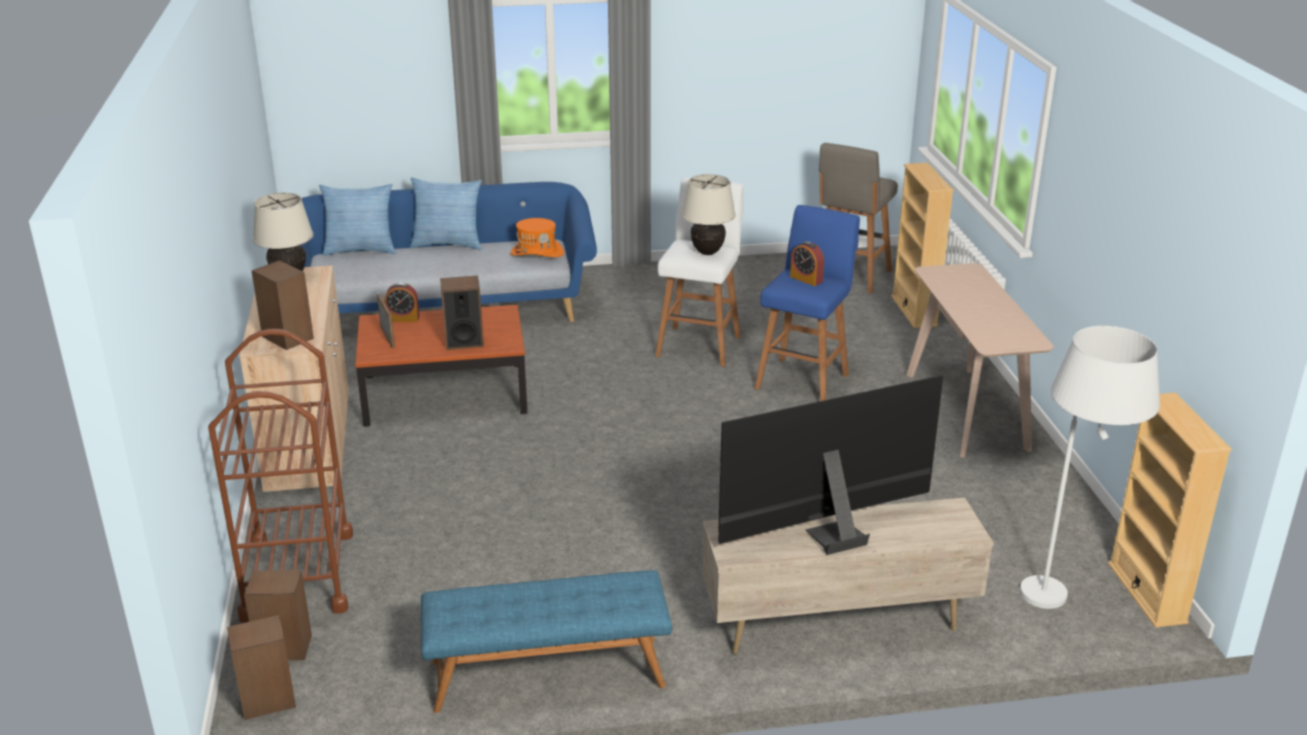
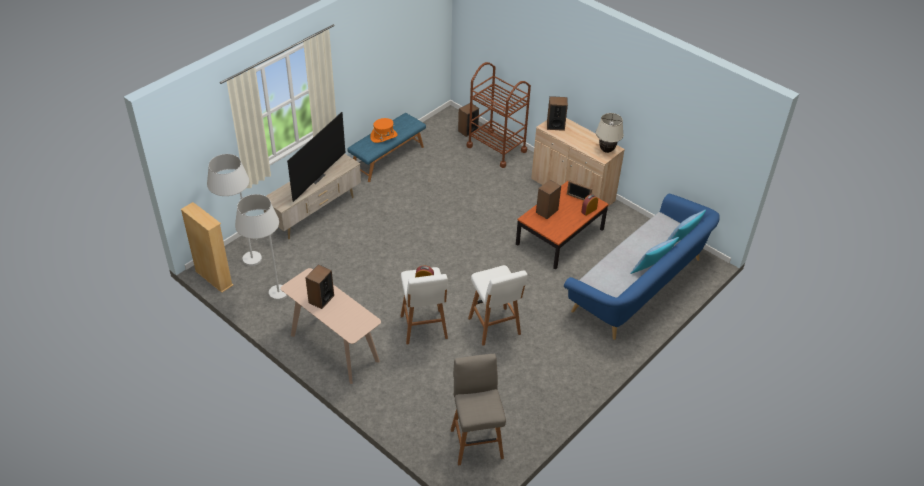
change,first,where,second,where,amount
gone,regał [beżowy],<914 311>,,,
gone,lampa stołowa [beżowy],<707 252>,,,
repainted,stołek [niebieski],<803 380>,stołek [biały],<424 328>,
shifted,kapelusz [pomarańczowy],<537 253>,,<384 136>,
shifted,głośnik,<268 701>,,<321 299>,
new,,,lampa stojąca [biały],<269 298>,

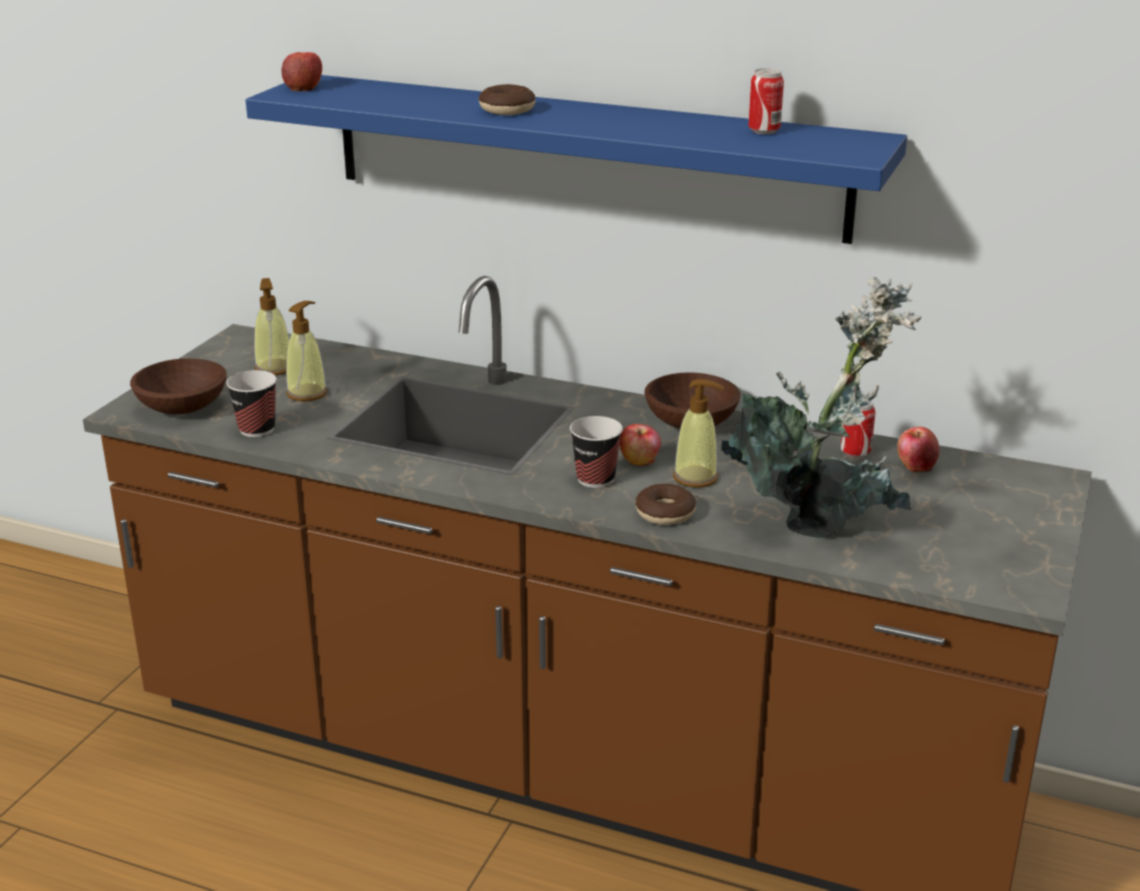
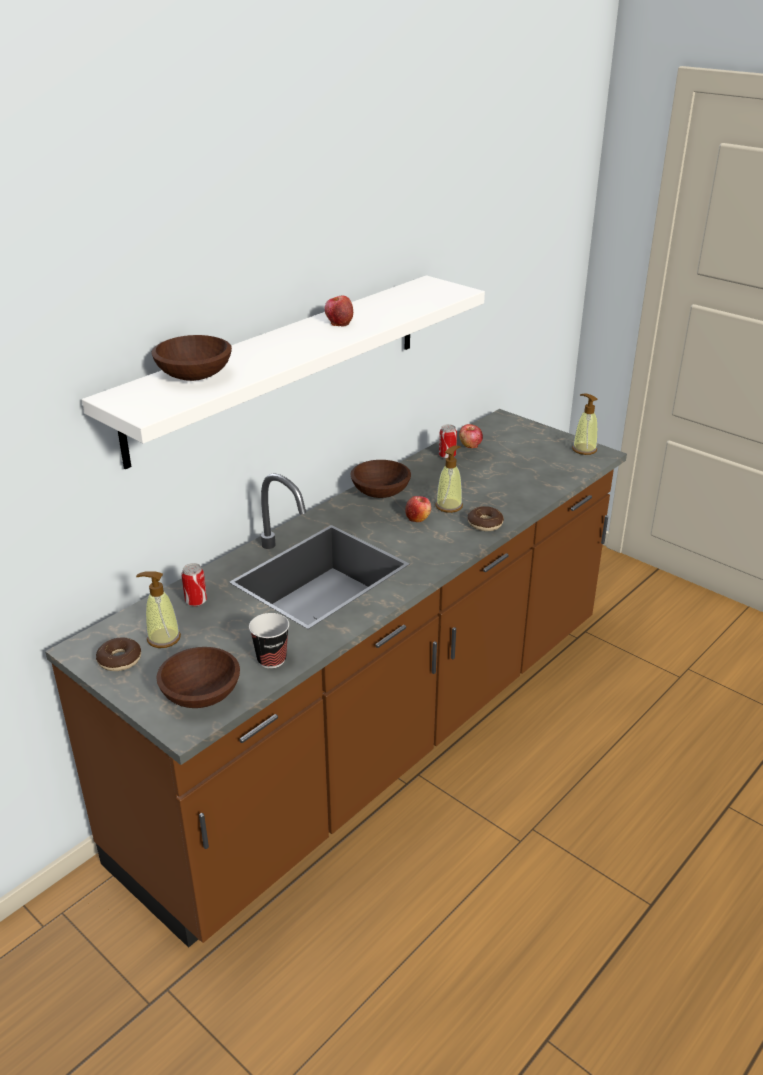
change,first,where,second,where,amount
shifted,jabłko,<303 87>,,<339 322>,
shifted,puszka,<764 131>,,<196 601>,
repainted,półka [niebieski],<584 155>,półka [biały],<281 364>,
shifted,donut,<507 110>,,<119 660>,
gone,roślina doniczkowa,<817 521>,,,
shifted,dozownik mydła,<307 393>,,<584 449>,
gone,filiżanka,<595 479>,,,
new,,,miska [brązowy],<193 376>,

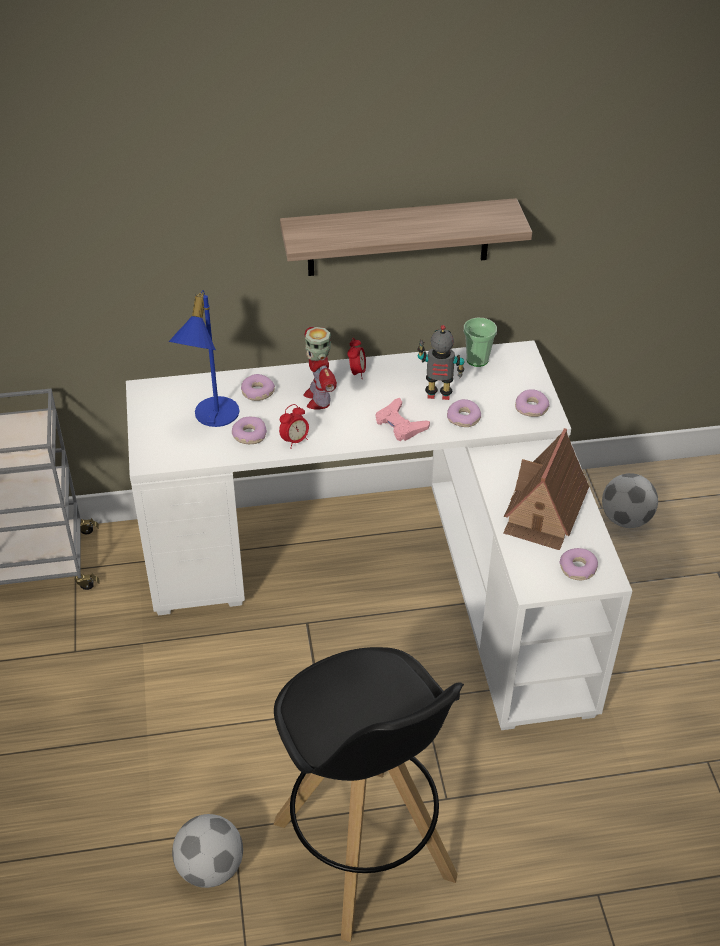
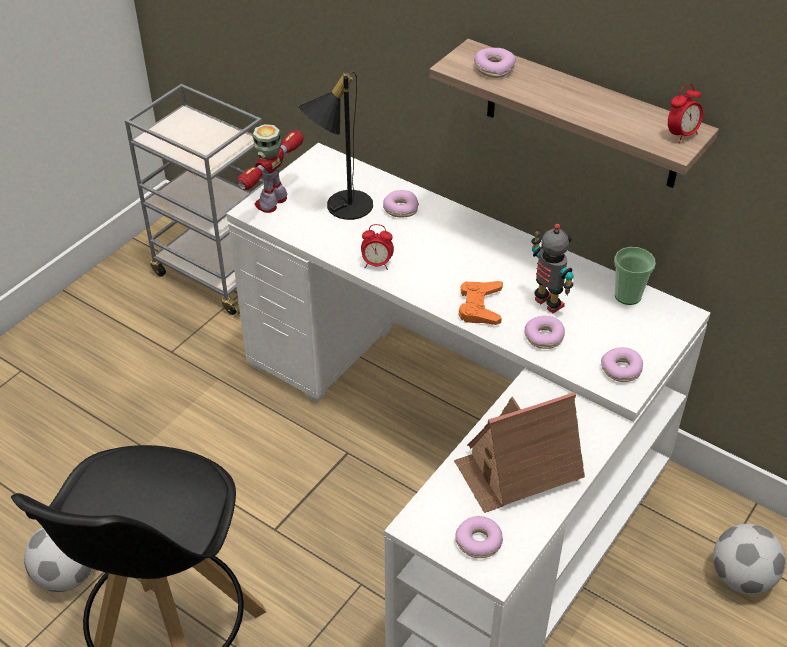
change,first,where,second,where,amount
repainted,lampa stołowa [niebieski],<211 417>,lampa stołowa [czarny],<340 206>,
shifted,robot zabawkowy,<318 398>,,<272 202>,
shifted,budzik,<357 372>,,<681 135>,
repainted,pad do gier [różowy],<400 424>,pad do gier [pomarańczowy],<480 306>,
shifted,donut,<249 435>,,<493 68>,

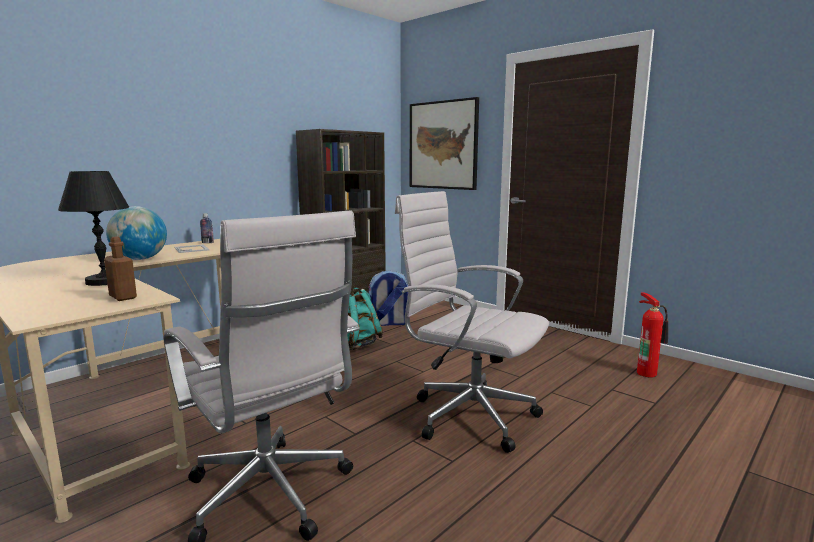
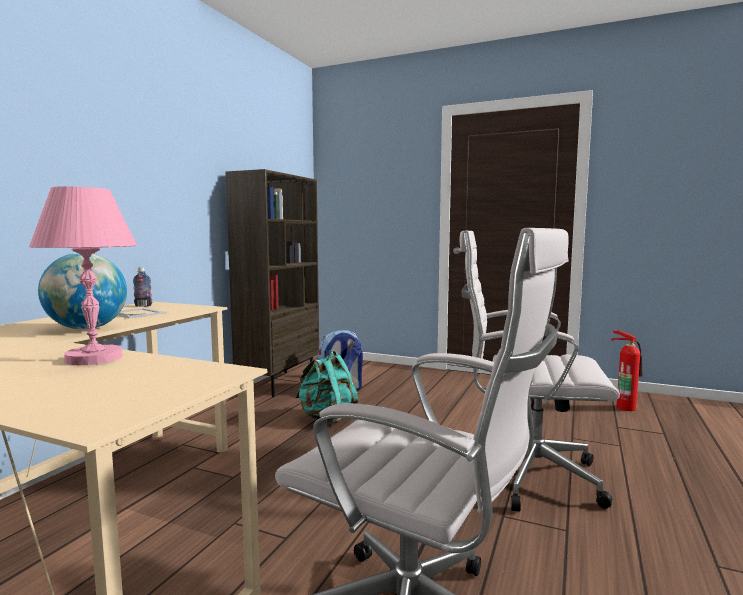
change,first,where,second,where,amount
gone,obraz,<443 145>,,,
repainted,lampa stołowa [czarny],<104 281>,lampa stołowa [różowy],<93 358>,
gone,butelka [brązowy],<123 297>,,,

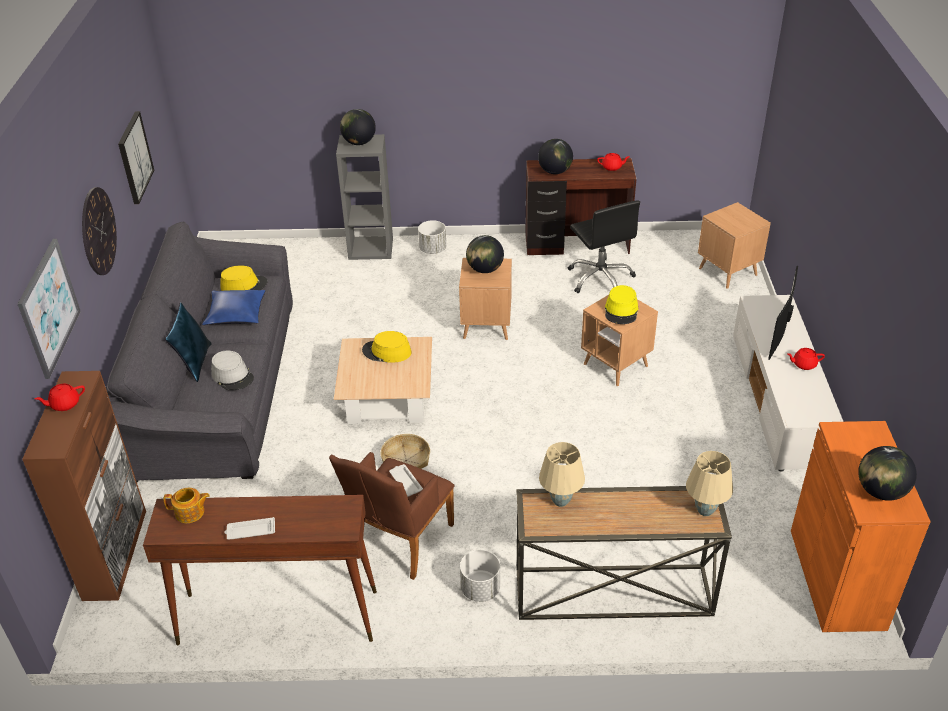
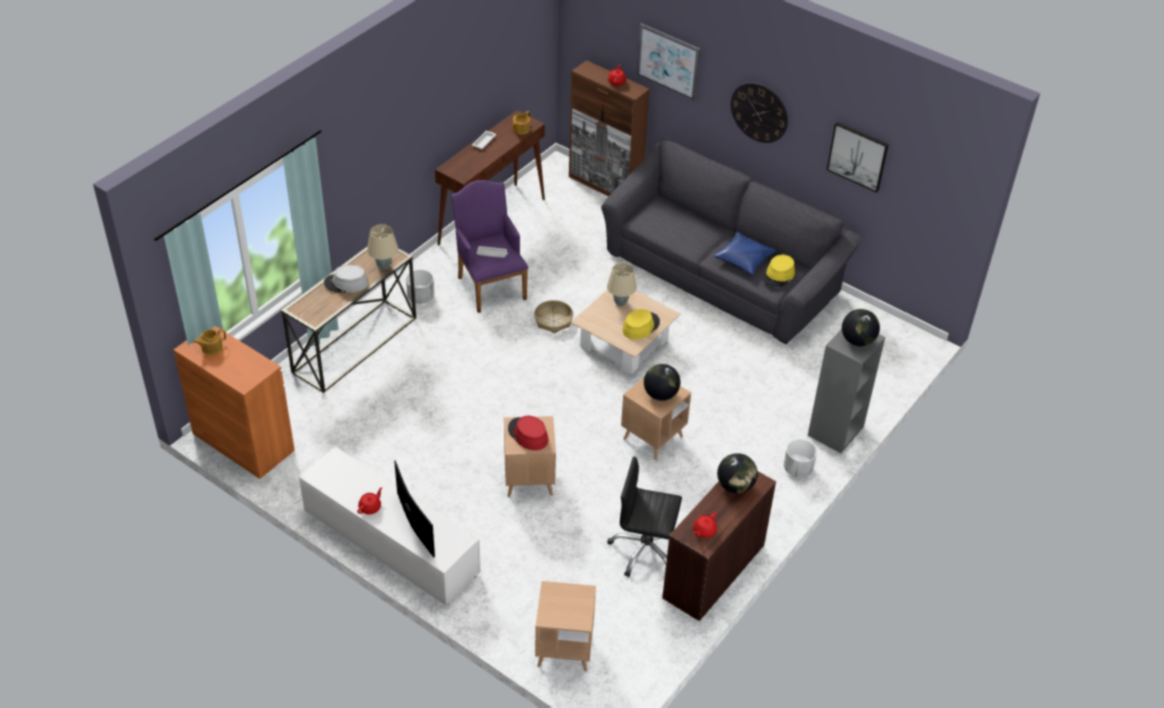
change,first,where,second,where,amount
repainted,kapelusz [żółty],<621 311>,kapelusz [czerwony],<527 434>,
gone,poduszka [niebieski],<194 362>,,,
shifted,kapelusz [szary],<233 376>,,<346 283>,
swapped,globus,<881 491>,imbryk,<211 347>,
shifted,lampa stołowa [beżowy],<705 510>,,<620 303>,
repainted,fotel [brązowy],<399 543>,fotel [fioletowy],<490 285>,

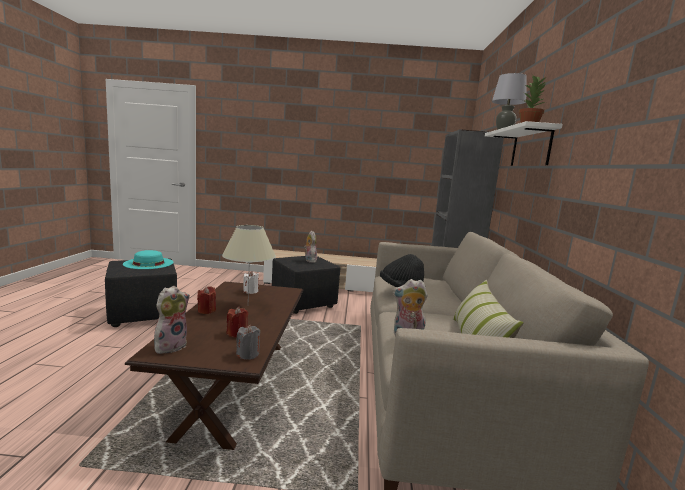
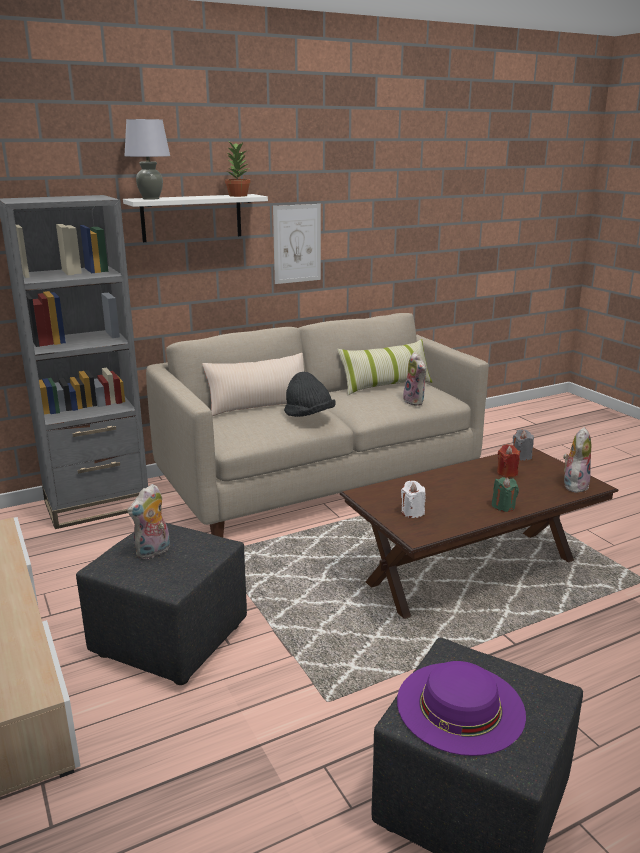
change,first,where,second,where,amount
gone,lampa stołowa [beżowy],<248 305>,,,
repainted,kapelusz [turkusowy],<148 263>,kapelusz [fioletowy],<460 706>,
rotated,pluszak,<171 346>,,<574 485>,120 degrees clockwise
repainted,świeca [czerwony],<207 311>,świeca [zielony],<503 506>,
new,,,obraz,<297 243>,
new,,,poduszka [beżowy],<258 405>,

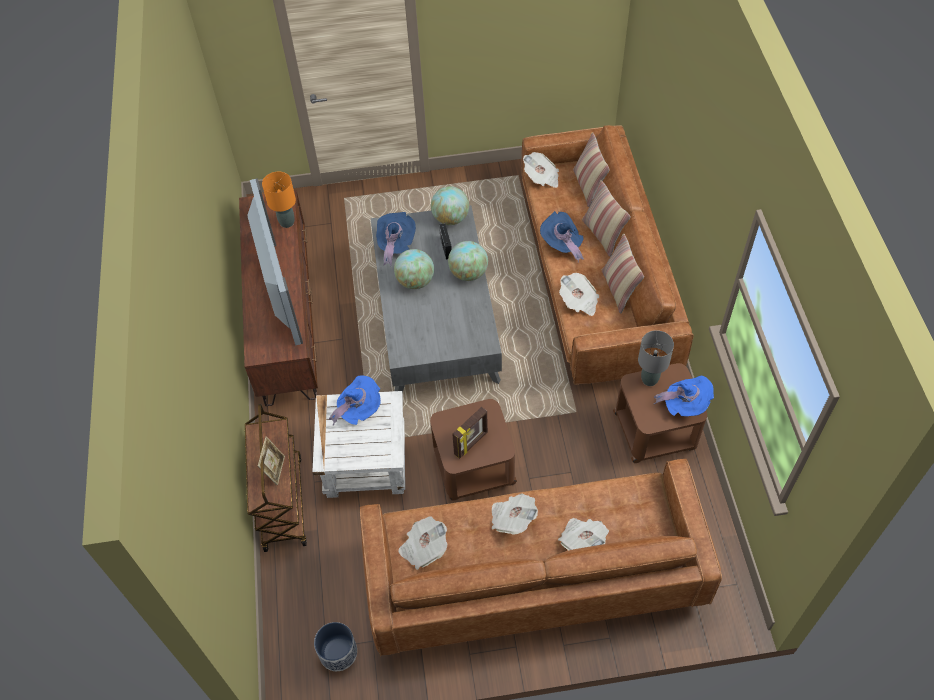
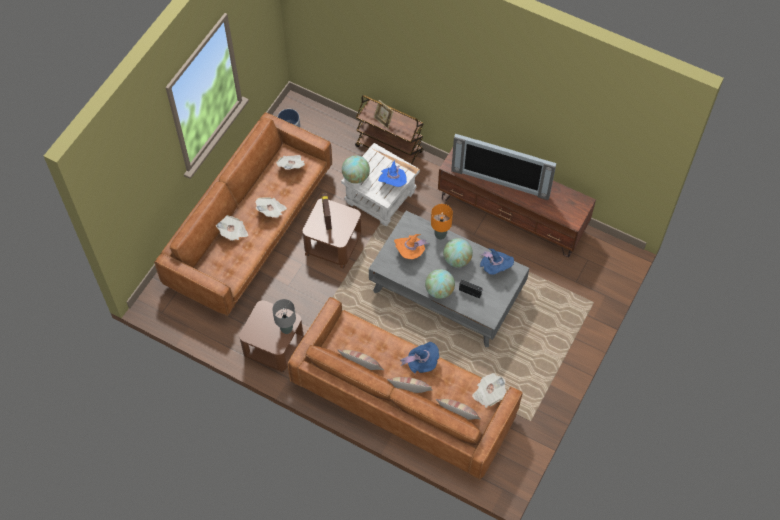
change,first,where,second,where,amount
shifted,lampa stołowa [pomarańczowy],<287 222>,,<440 235>,
shifted,globus,<450 218>,,<356 177>,
gone,gazeta,<579 301>,,,
gone,kapelusz [niebieski],<685 405>,,,
new,,,kapelusz [pomarańczowy],<410 252>,

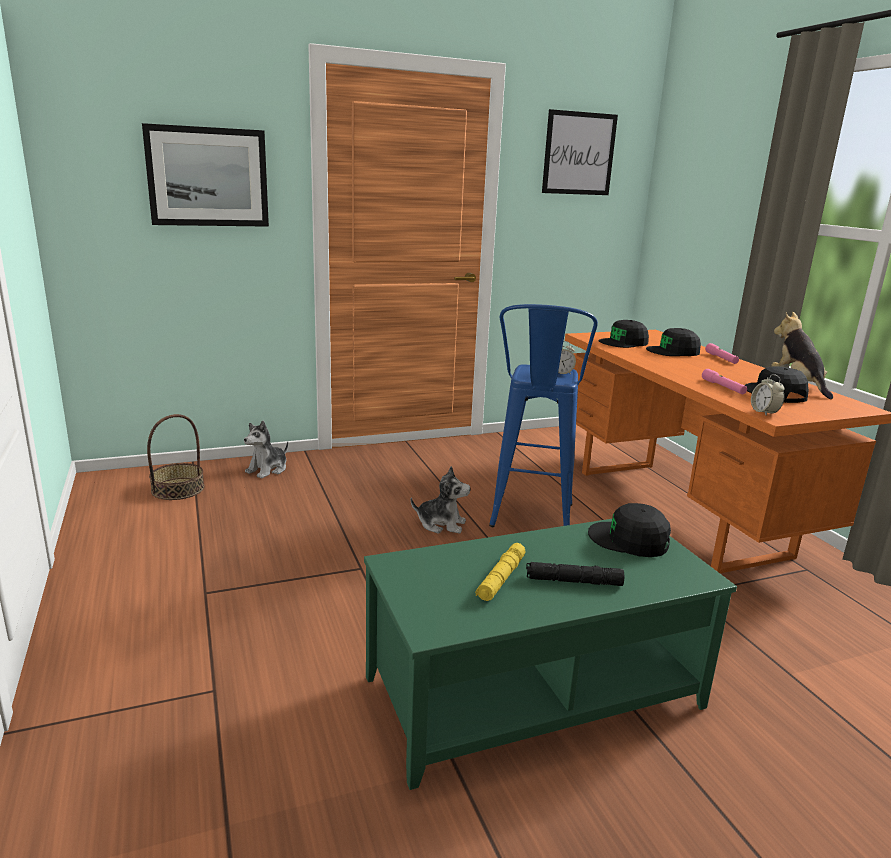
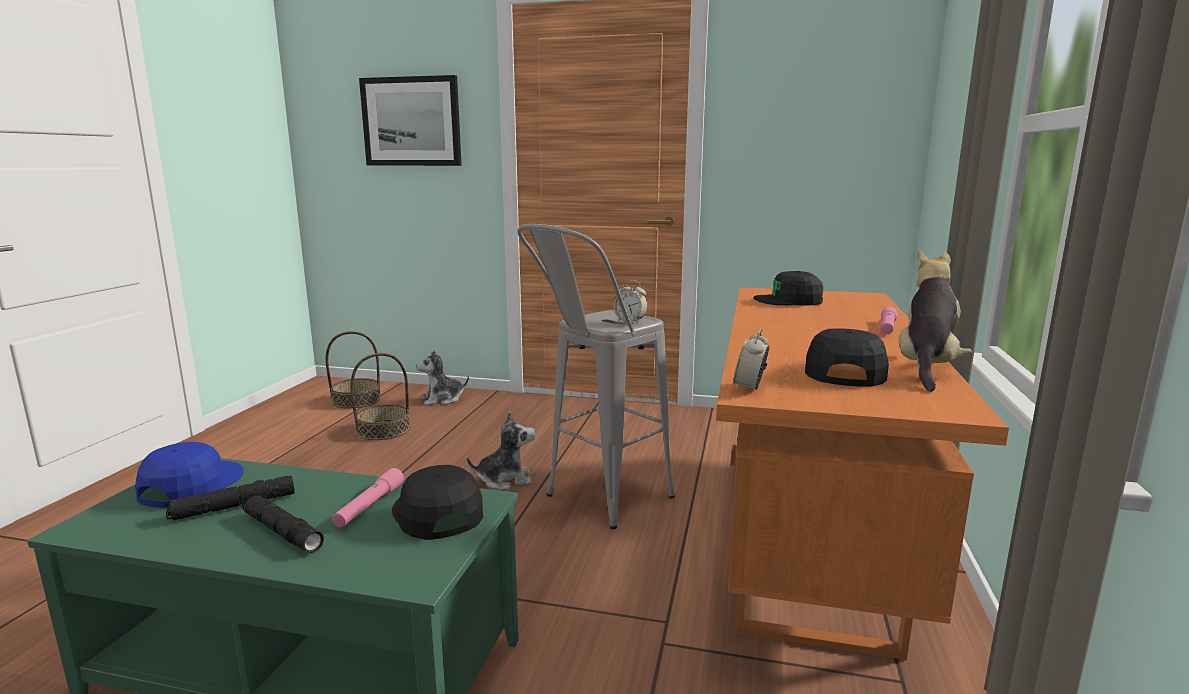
change,first,where,second,where,amount
gone,obraz,<579 153>,,,
repainted,stołek [niebieski],<530 523>,stołek [szary],<596 503>,
gone,czapka z daszkiem [czarny],<673 351>,,,
shifted,latarka [różowy],<723 387>,,<369 506>,
rotated,pluszak,<441 524>,,<505 480>,60 degrees counterclockwise
repainted,latarka [żółty],<501 579>,latarka [czarny],<233 507>,
new,,,koszyk,<383 430>,
new,,,czapka z daszkiem [niebieski],<191 485>,

